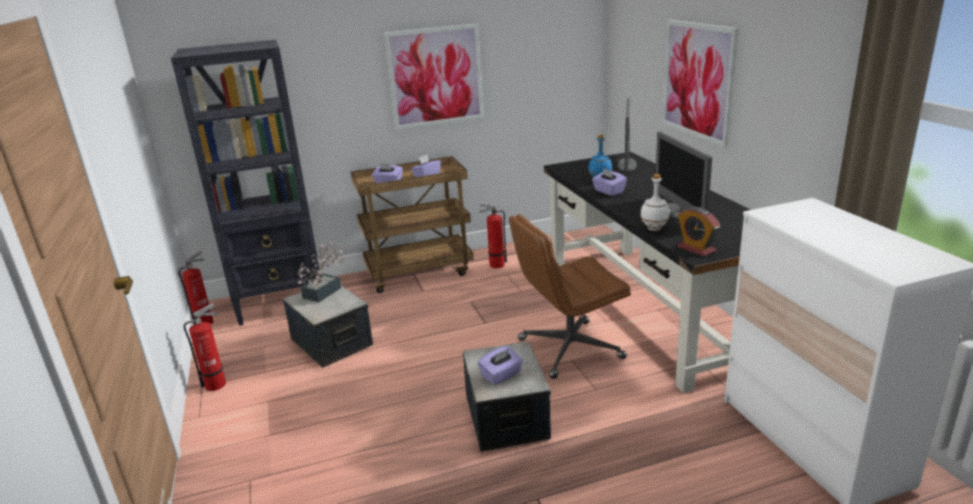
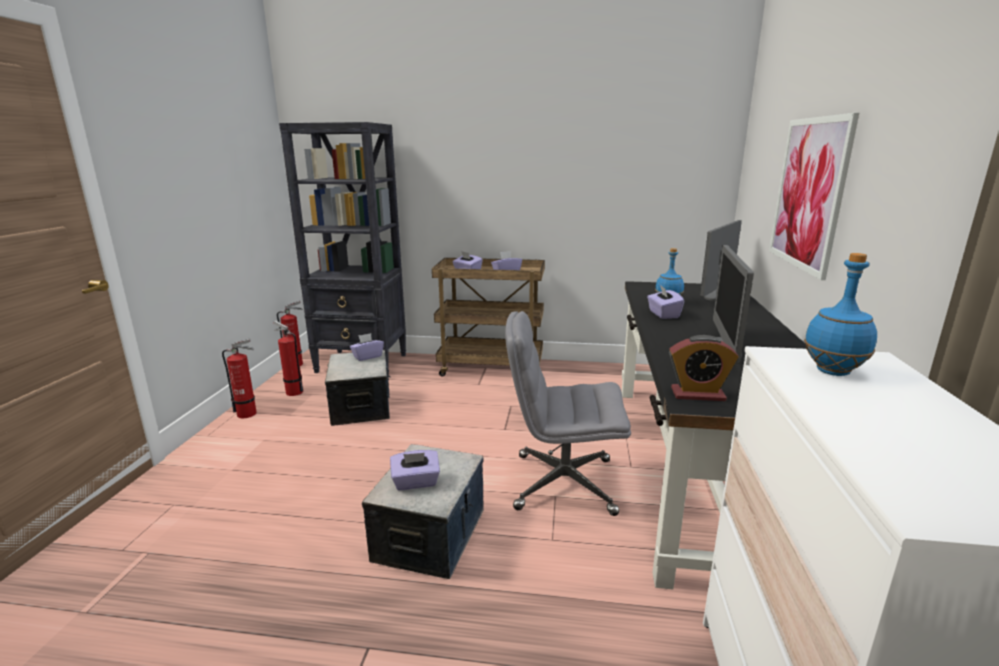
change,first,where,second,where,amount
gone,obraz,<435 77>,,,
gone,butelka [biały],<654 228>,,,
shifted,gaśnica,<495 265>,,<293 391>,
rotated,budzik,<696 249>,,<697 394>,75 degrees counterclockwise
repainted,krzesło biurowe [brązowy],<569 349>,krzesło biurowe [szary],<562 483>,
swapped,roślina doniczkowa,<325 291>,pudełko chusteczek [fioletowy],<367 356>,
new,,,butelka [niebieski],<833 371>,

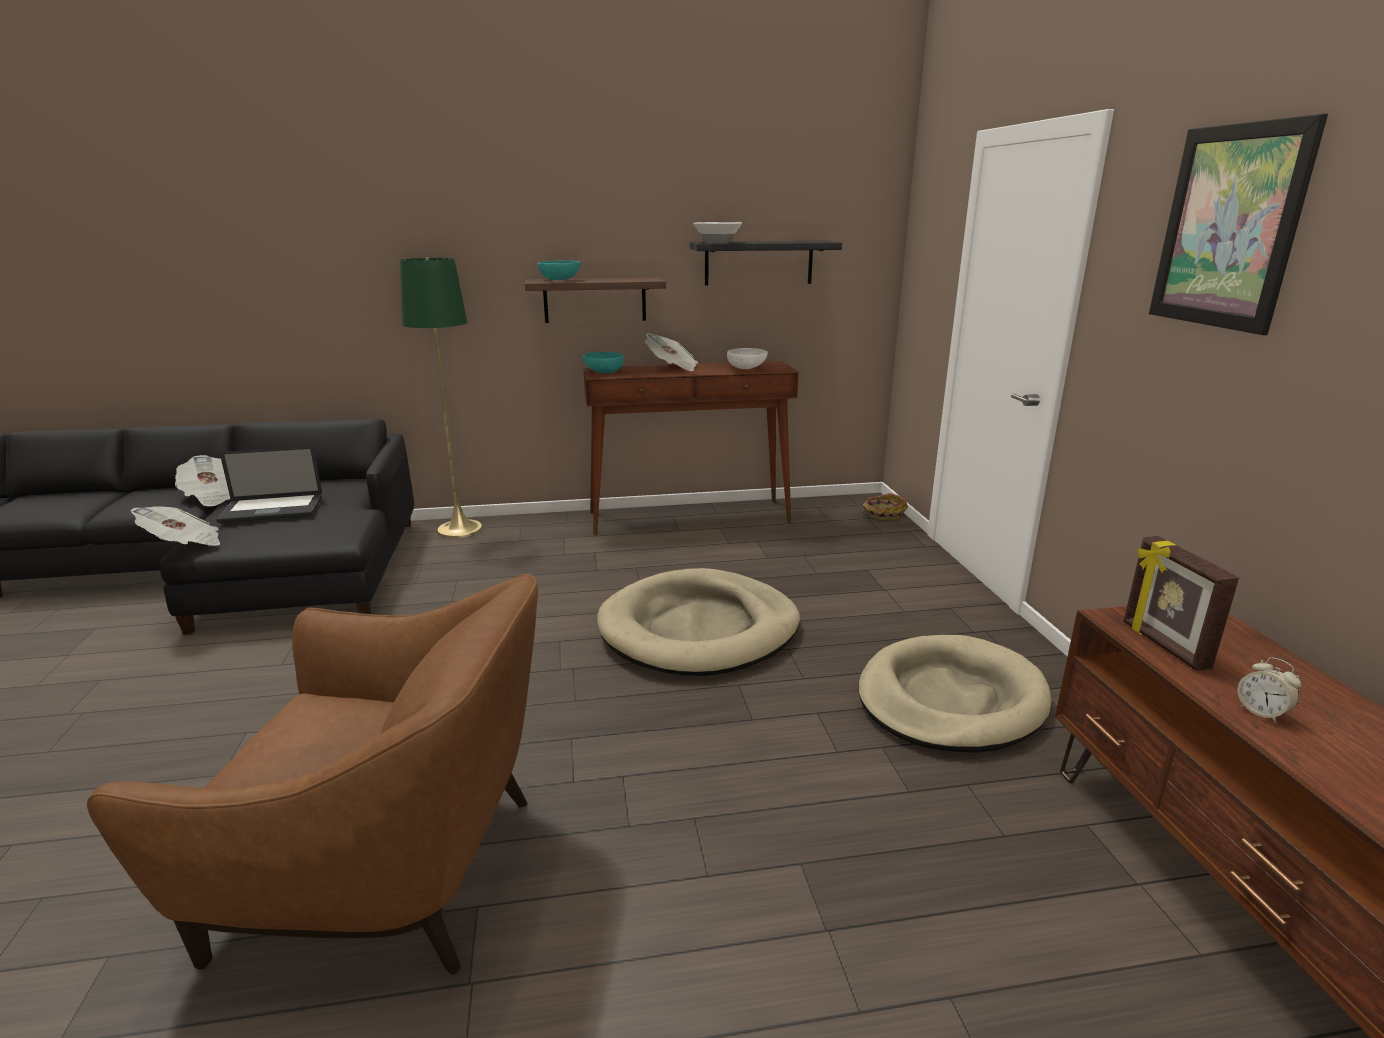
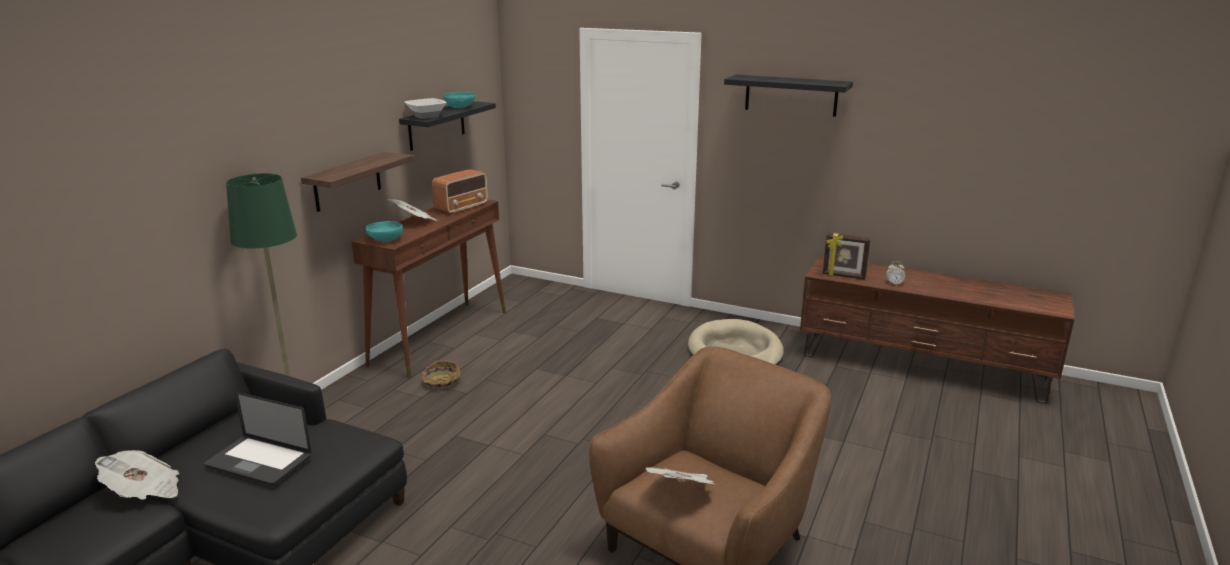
change,first,where,second,where,amount
swapped,obraz,<1228 227>,półka [czarny],<791 95>,
shifted,miska [turkusowy],<560 280>,,<460 108>,
swapped,miska [biały],<747 368>,radio,<462 207>,
rotated,laptop,<272 510>,,<259 462>,90 degrees clockwise
shifted,koszyk,<883 514>,,<441 382>,
shifted,gazeta,<184 544>,,<682 491>,
gone,legowisko [beżowy],<699 629>,,,

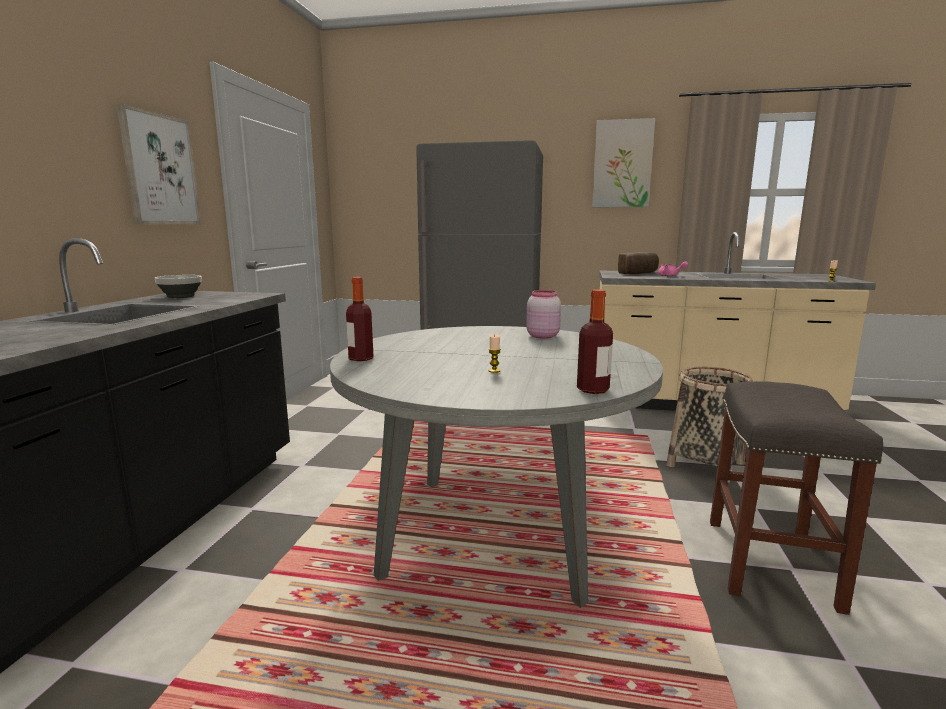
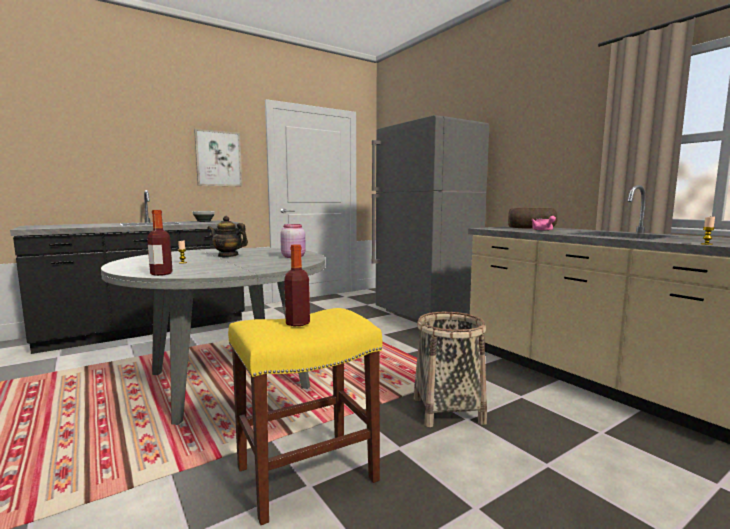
change,first,where,second,where,amount
gone,obraz,<622 164>,,,
shifted,butelka,<361 358>,,<297 323>,
repainted,stołek [szary],<771 564>,stołek [żółty],<305 475>,
new,,,imbryk,<228 256>,

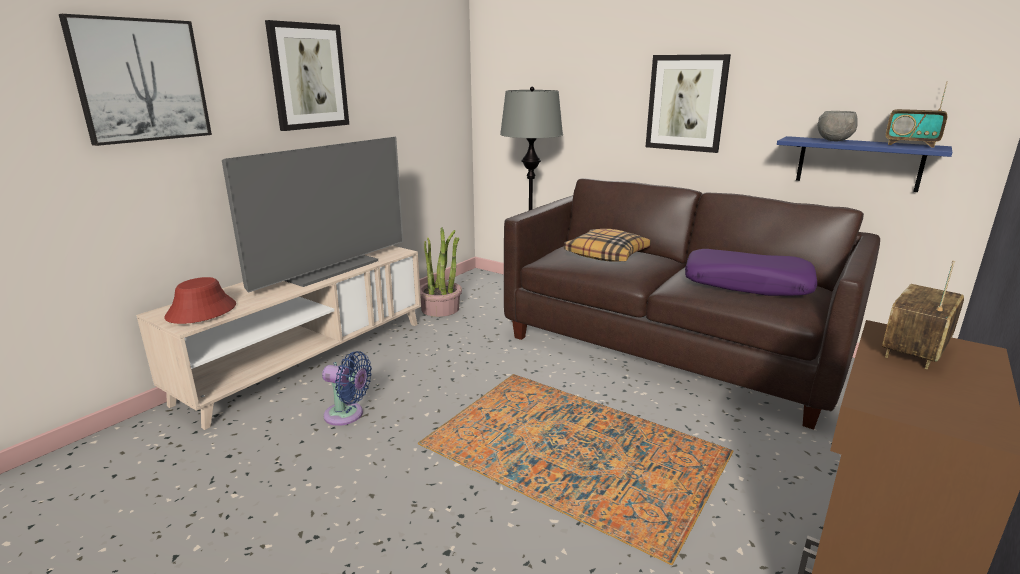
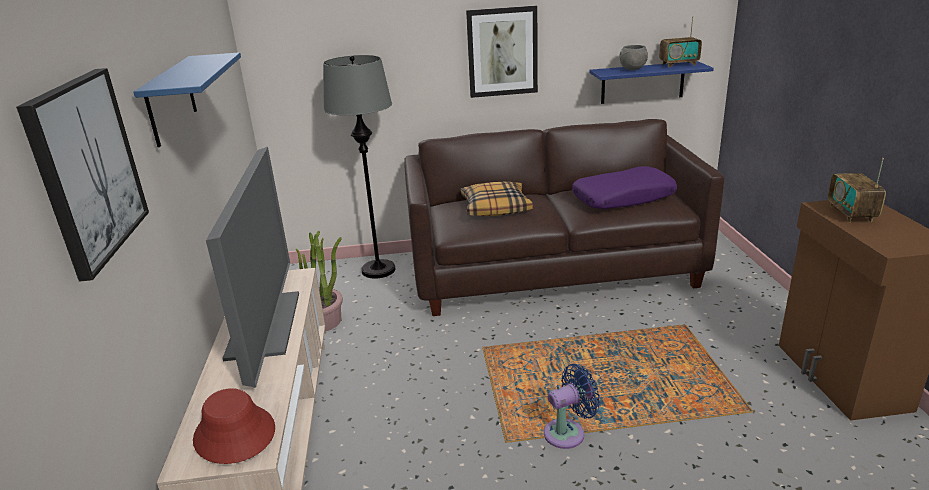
change,first,where,second,where,amount
swapped,obraz,<308 76>,półka [niebieski],<171 100>,
shifted,wentylator [niebieski],<347 415>,,<568 432>,

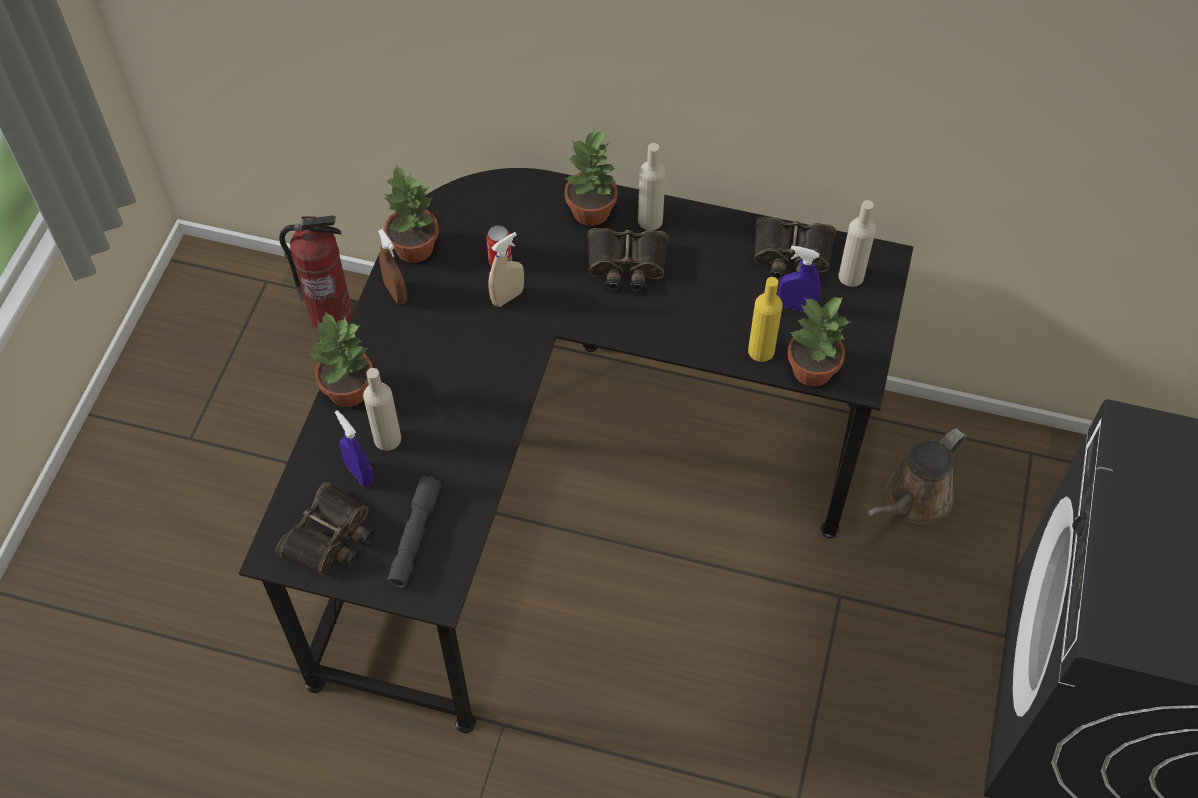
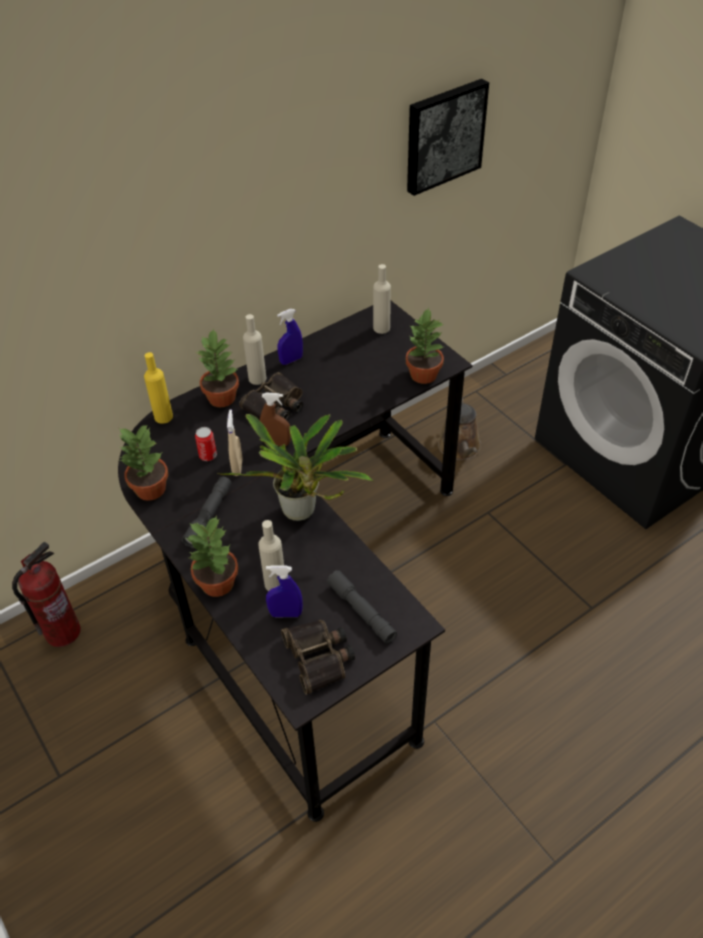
change,first,where,second,where,amount
gone,lornetka,<791 256>,,,
shifted,spryskiwacz [brązowy],<396 293>,,<276 443>,
shifted,spryskiwacz [niebieski],<796 306>,,<291 360>,
shifted,butelka [żółty],<761 350>,,<163 417>,
new,,,obraz,<443 135>,
new,,,roślina doniczkowa,<302 513>,
new,,,latarka [szary],<209 516>,

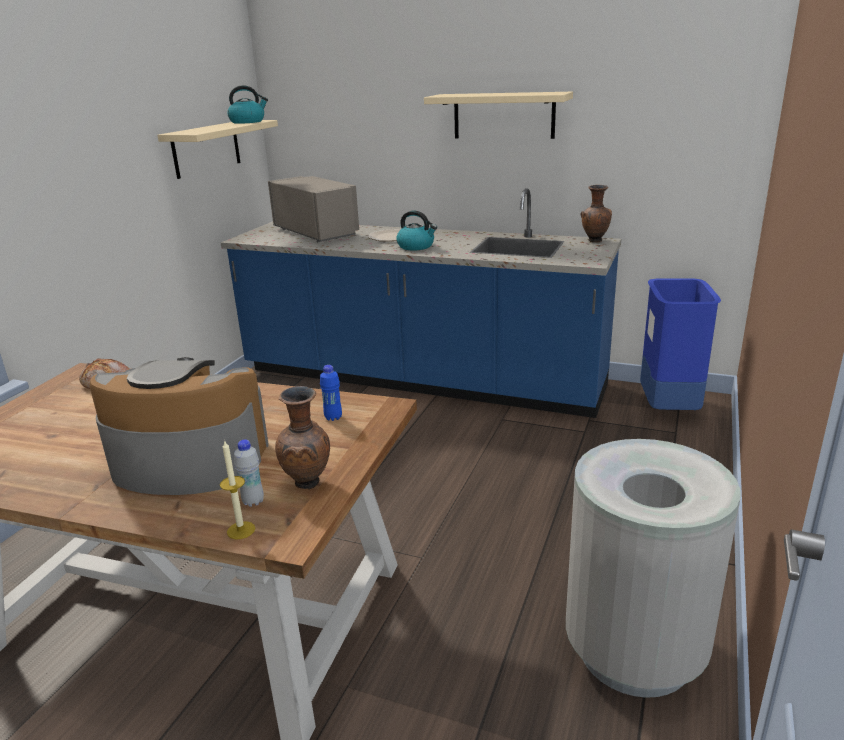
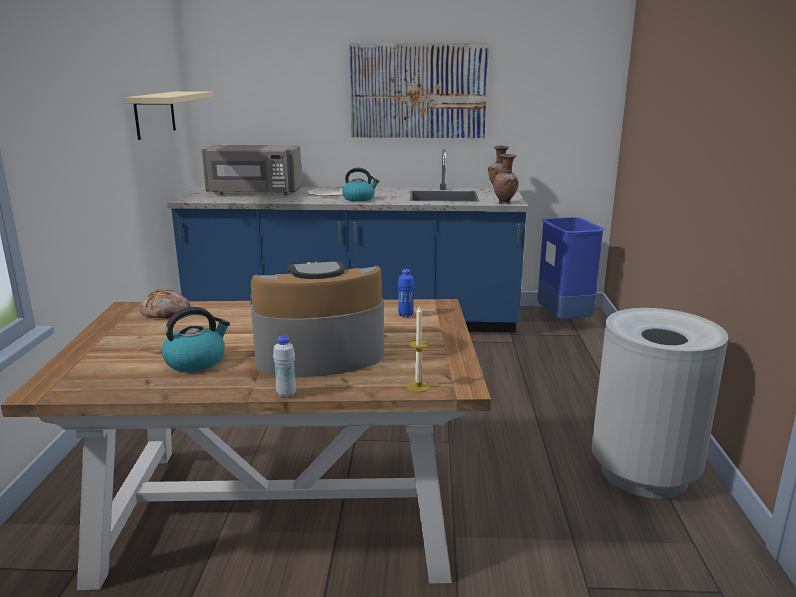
change,first,where,second,where,amount
shifted,czajnik,<248 122>,,<196 361>,
swapped,półka [beżowy],<503 115>,obraz,<418 91>,
rotated,mikrofalówka [szary],<317 232>,,<254 193>,150 degrees clockwise
shifted,wazon [brązowy],<308 484>,,<505 203>,
shifted,butelka [biały],<253 501>,,<286 394>,

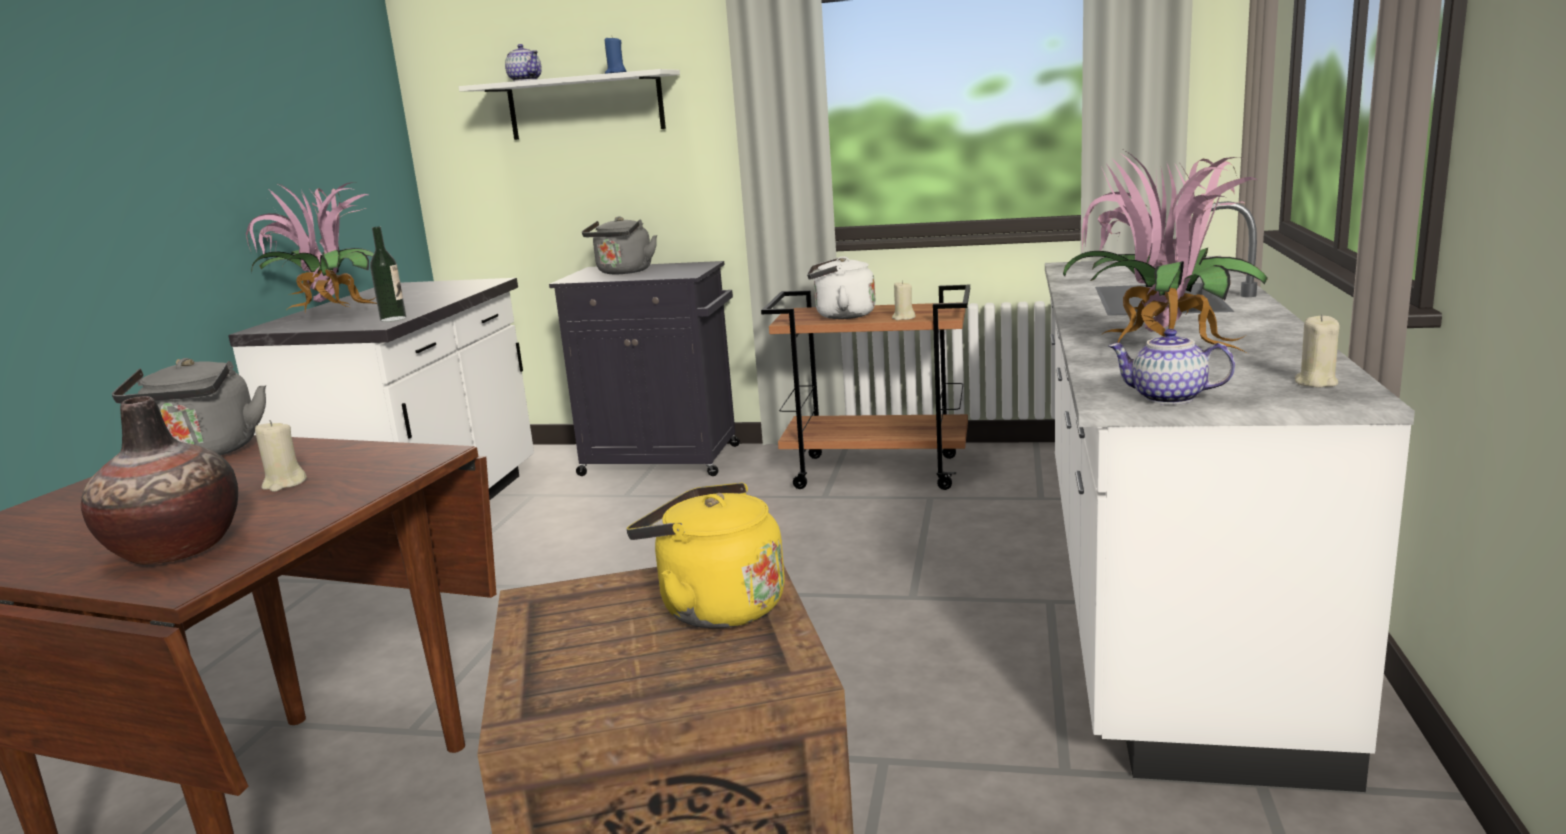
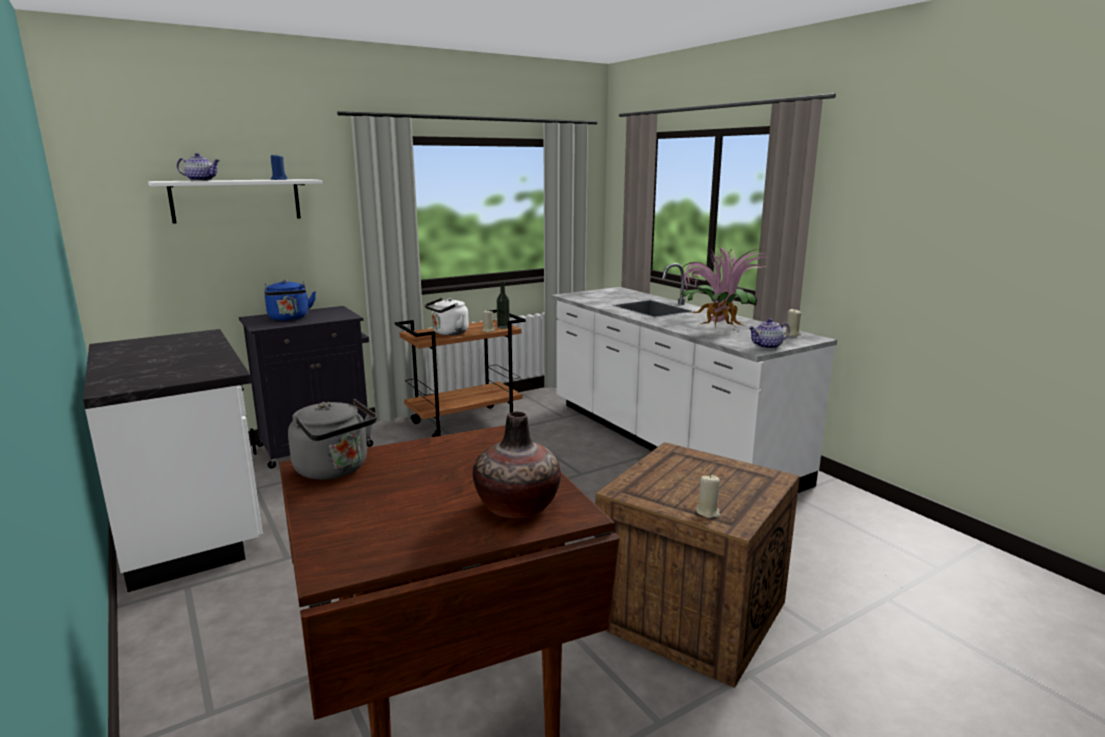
change,first,where,second,where,amount
gone,roślina doniczkowa,<328 315>,,,
repainted,czajnik [szary],<623 272>,czajnik [niebieski],<289 318>,
shifted,butelka,<393 319>,,<503 327>,
shifted,świeca [beżowy],<284 484>,,<708 512>,
gone,czajnik [żółty],<715 607>,,,

